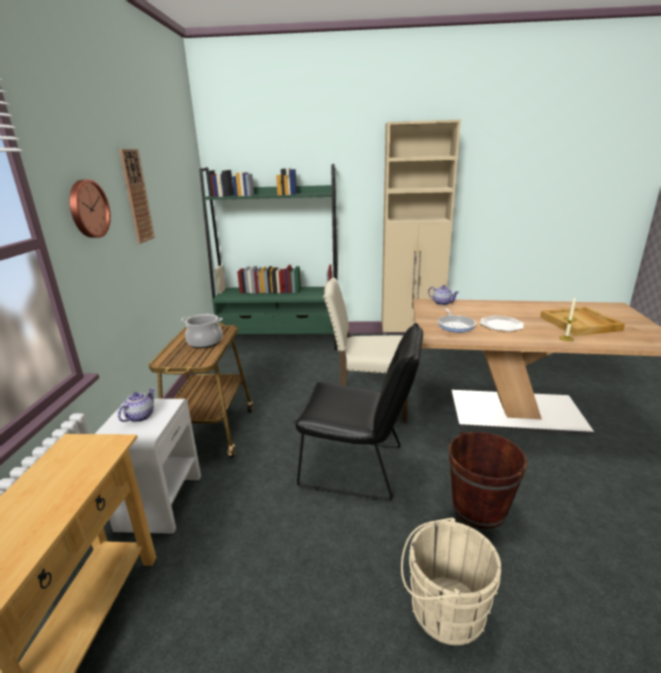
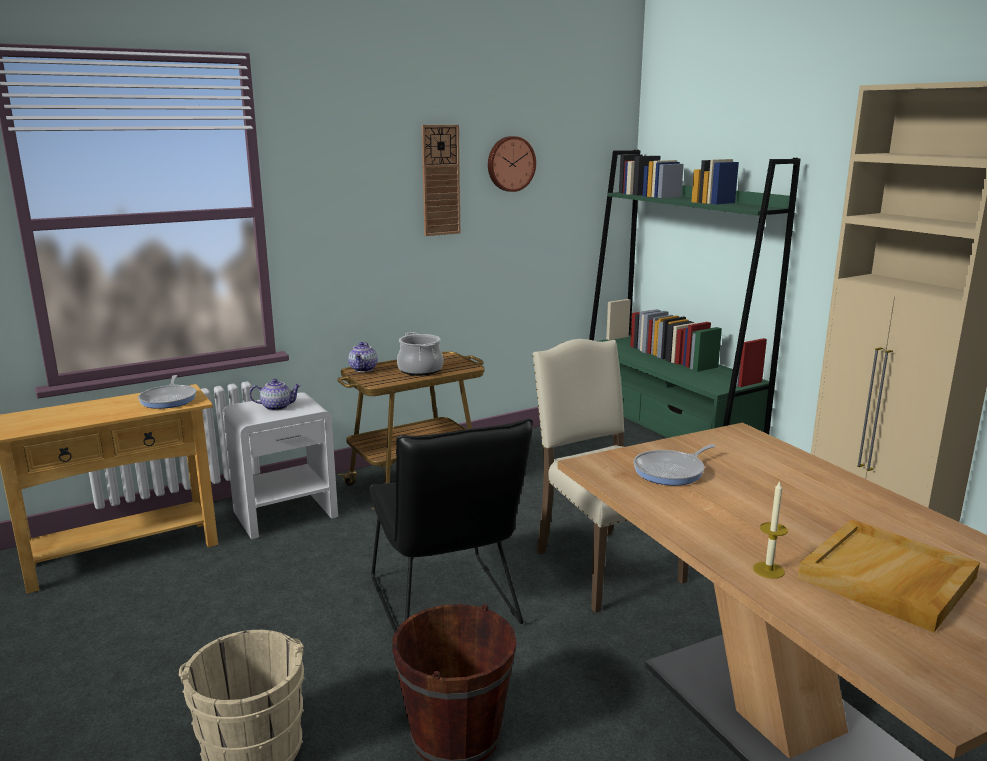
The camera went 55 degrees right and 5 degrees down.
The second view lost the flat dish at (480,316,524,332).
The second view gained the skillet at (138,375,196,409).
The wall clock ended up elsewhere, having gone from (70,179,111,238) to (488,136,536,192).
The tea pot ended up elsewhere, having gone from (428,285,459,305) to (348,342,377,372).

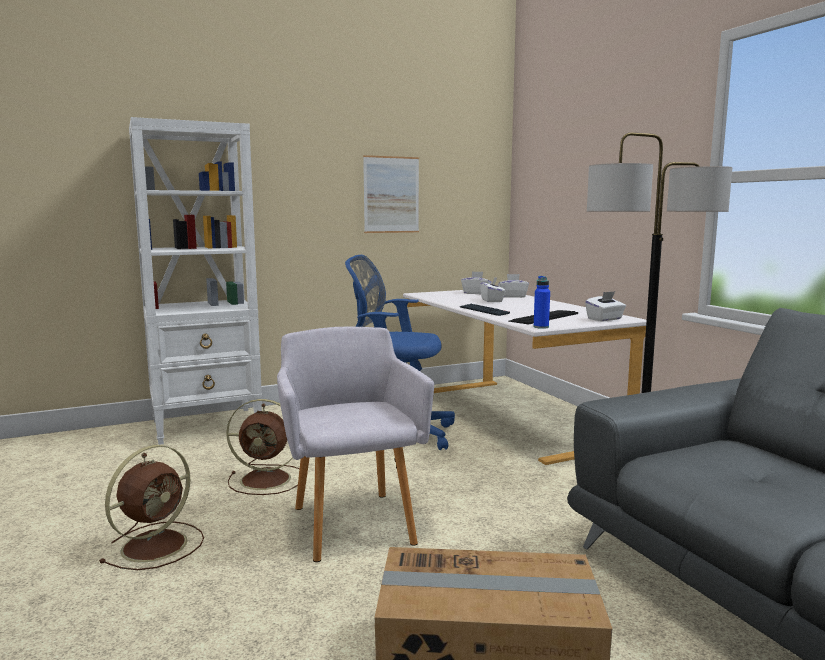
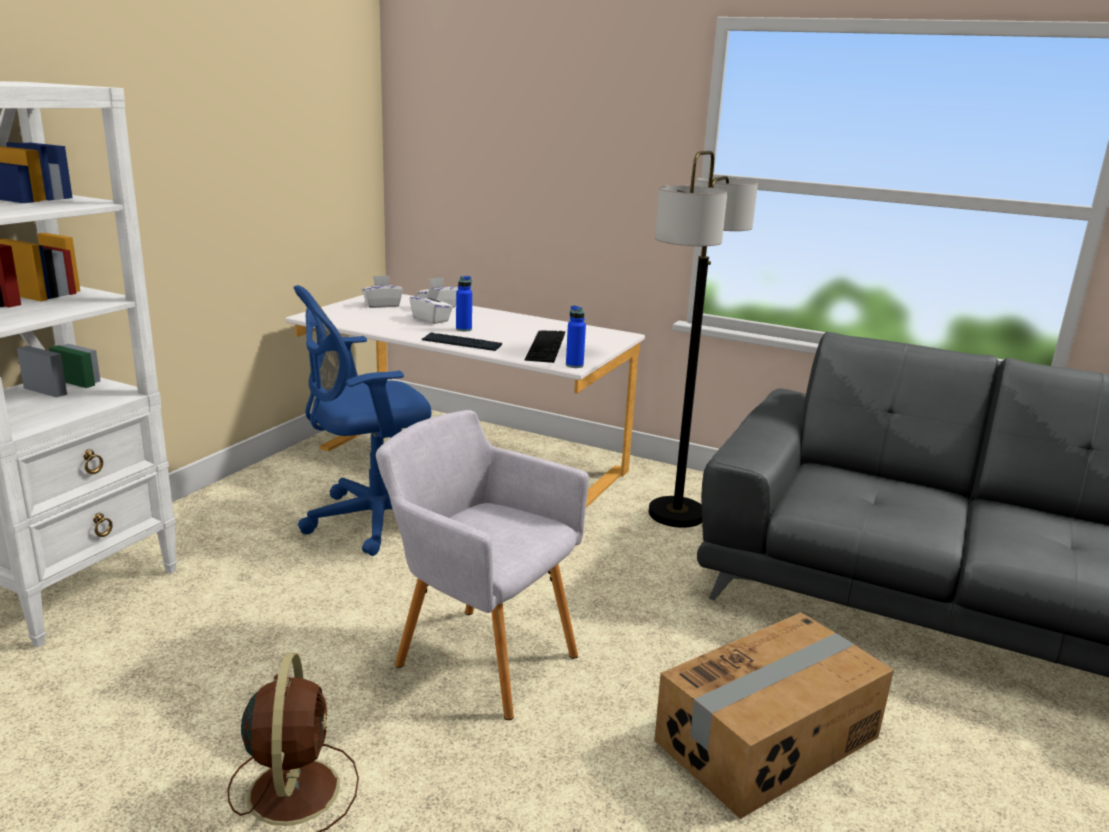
The camera went 40 degrees left and 10 degrees up.
The second view lost the brown-coloured electric fan at (226,399,300,495).
The second view lost the picture at (363,155,419,233).
The second view lost the white box of tissues at (585,291,626,321).
The second view gained the blue beverage bottle at (456,276,472,331).

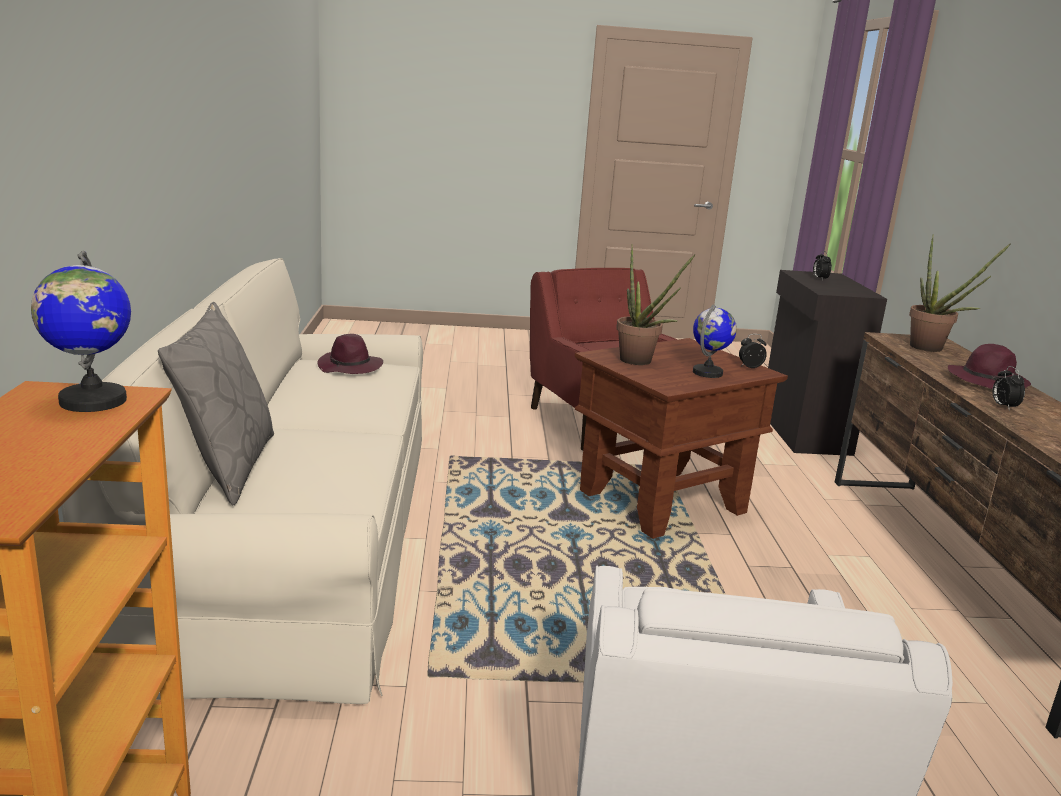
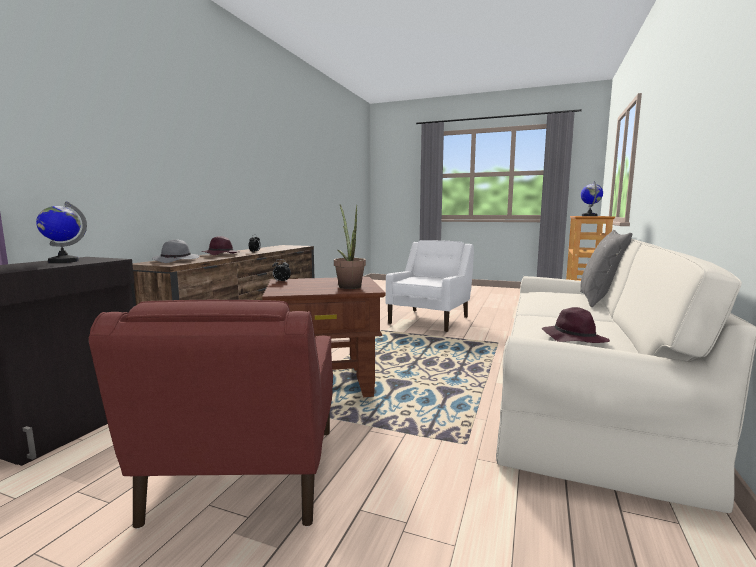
The camera went 155 degrees left and 10 degrees down.
The second view lost the table clock at (813,251,832,281).
The globe ended up elsewhere, having gone from (693,304,737,378) to (36,201,87,263).
Where the houseplant stood at (909,234,1011,352), the gray clothing hat came to stand at (152,240,200,263).

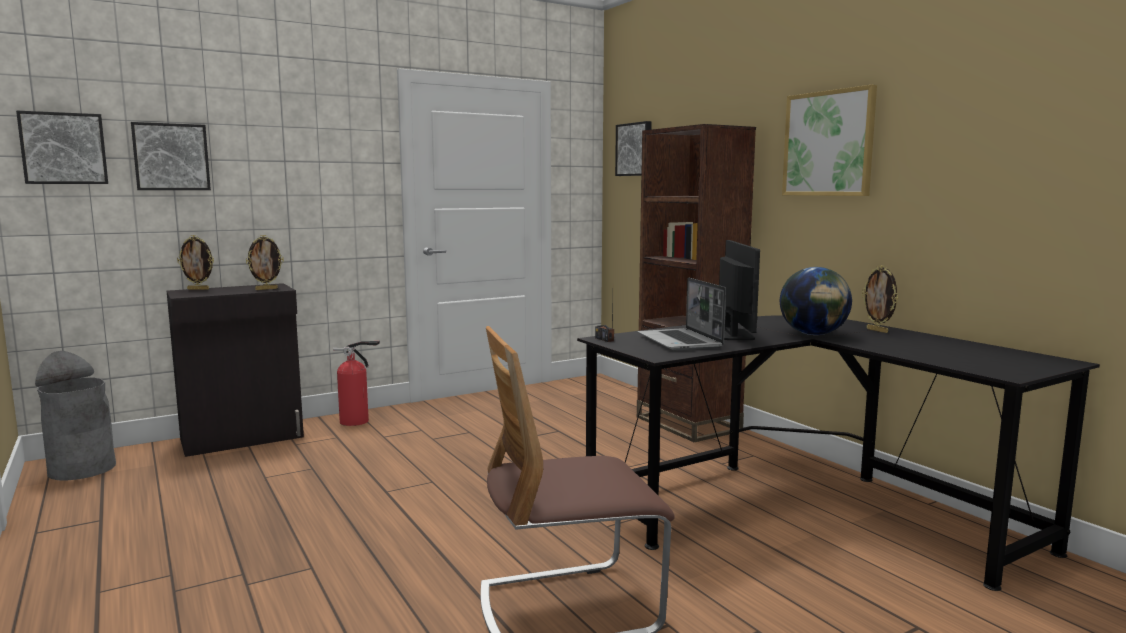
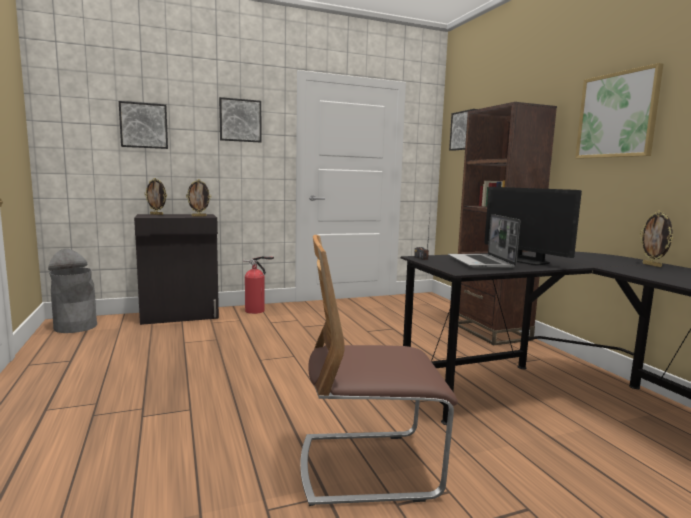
The camera went 10 degrees right and 0 degrees up.
The second view lost the globe at (780,267,852,335).
The picture ended up elsewhere, having gone from (16,111,108,184) to (219,97,261,143).
The monitor at (719,240,760,340) ended up facing another way, 135 degrees clockwise from before.

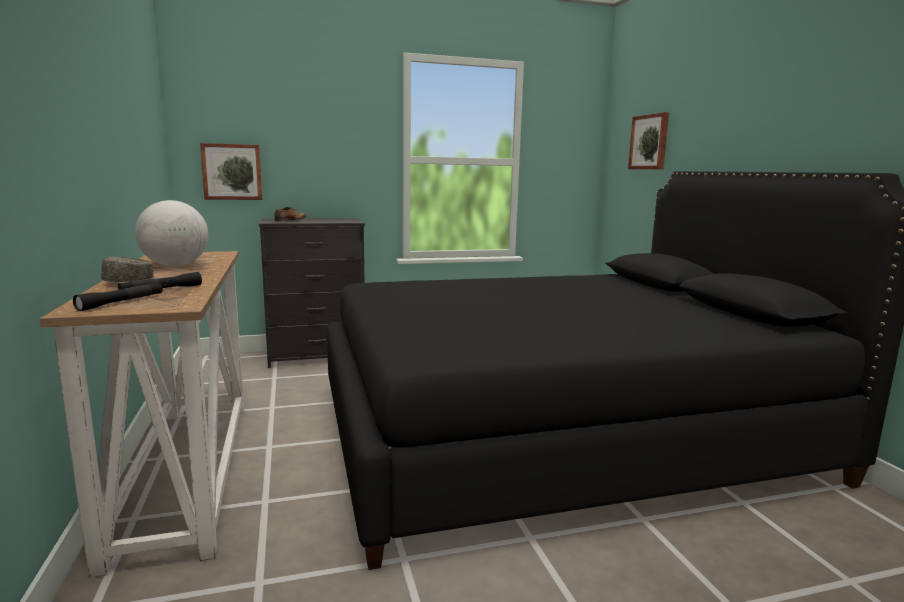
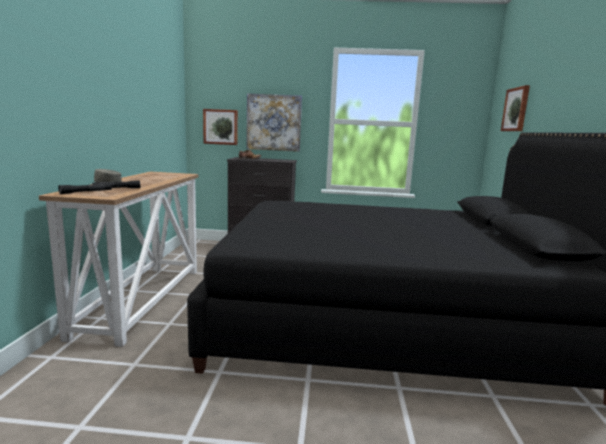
The camera went 20 degrees right and 0 degrees up.
The second view lost the globe at (135,200,208,266).
The second view gained the picture at (246,93,302,152).

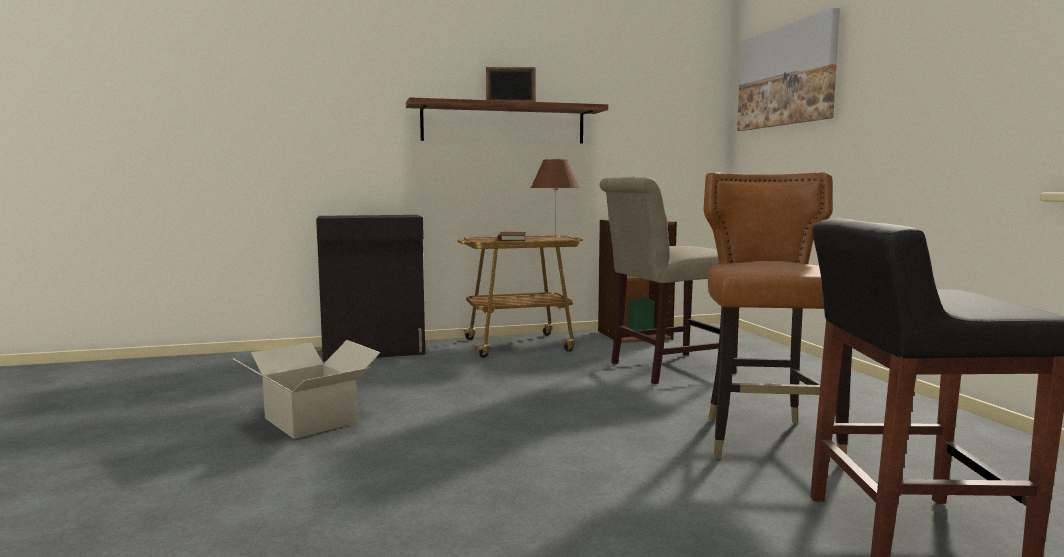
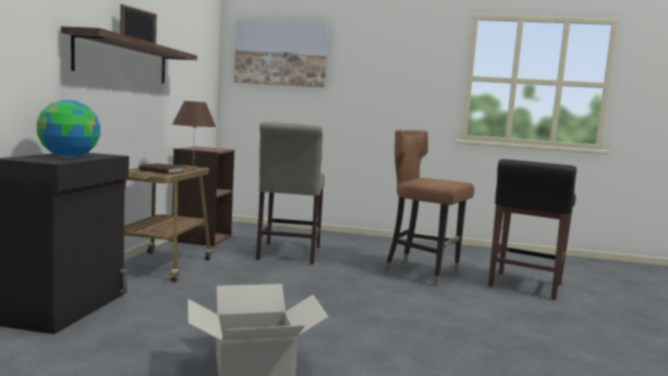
The camera went 65 degrees left and 0 degrees up.
The second view gained the globe at (37,100,100,158).

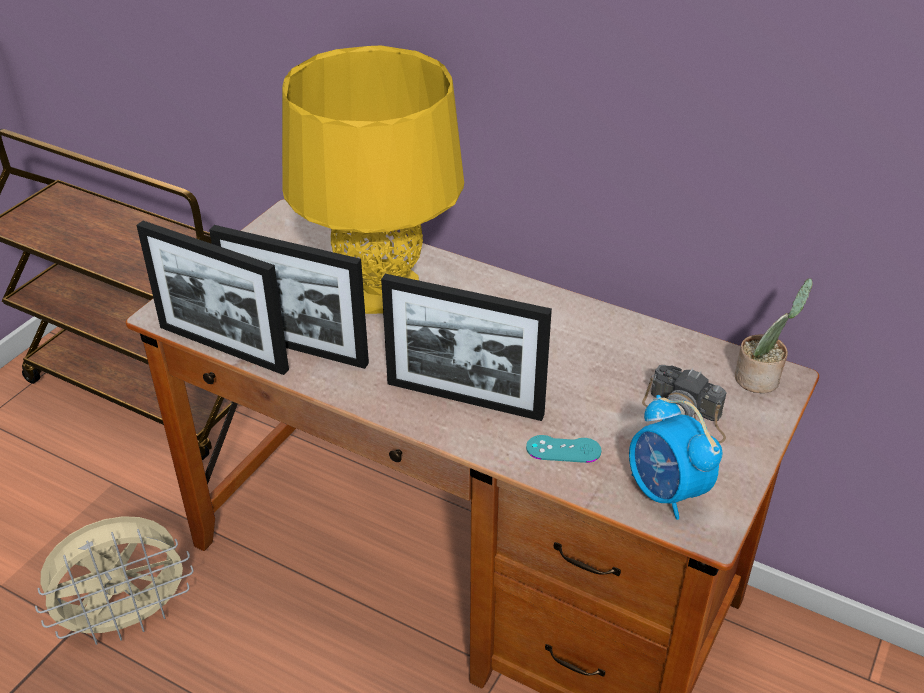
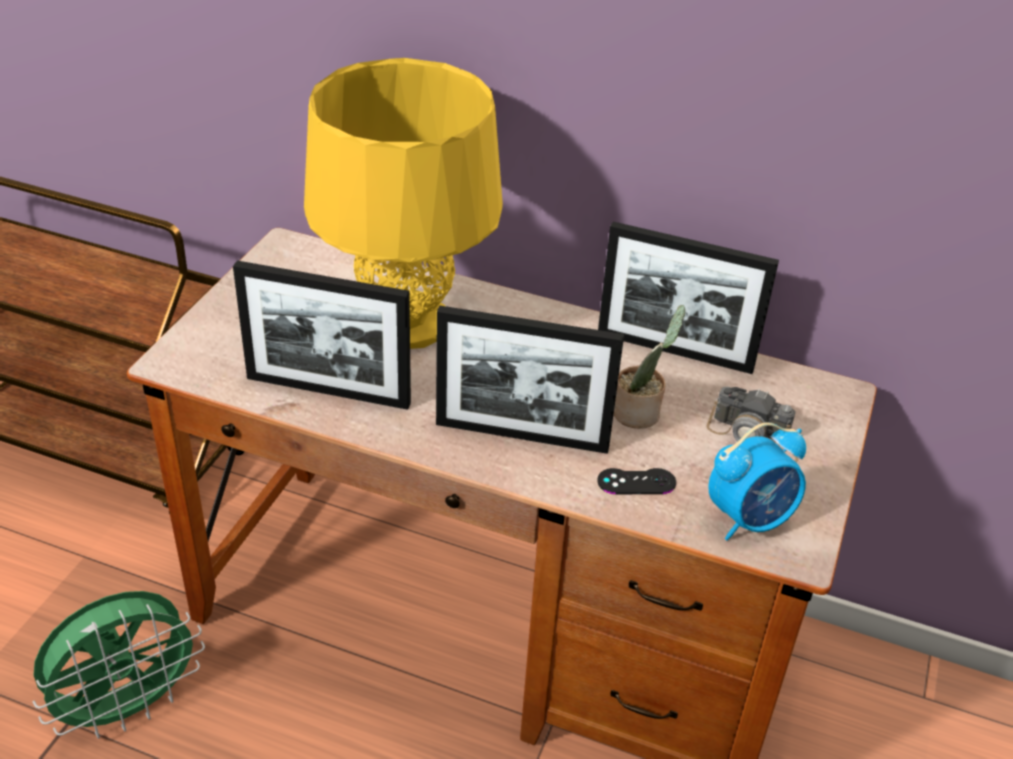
The camera went 10 degrees left and 0 degrees up.
The picture frame ended up elsewhere, having gone from (136,221,289,375) to (598,222,779,374).
The houseplant ended up elsewhere, having gone from (735,278,813,393) to (614,305,685,428).
What was the beige electric fan at (35,516,193,645) turned into the greenish electric fan at (33,591,205,739).
What was the turquoise game controller at (526,435,602,463) turned into the black-coloured game controller at (597,468,676,494).
The table clock at (629,395,722,520) ended up facing another way, 75 degrees counterclockwise from before.

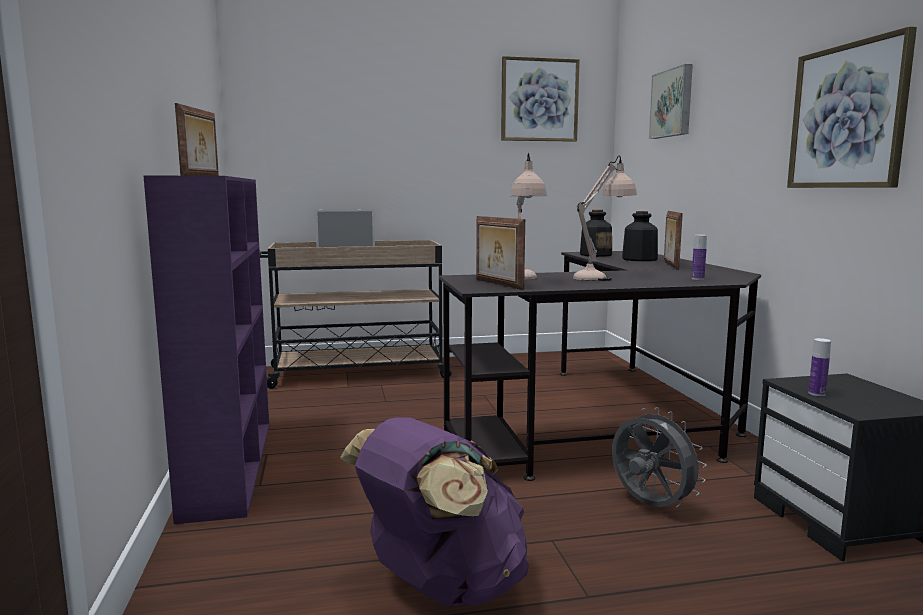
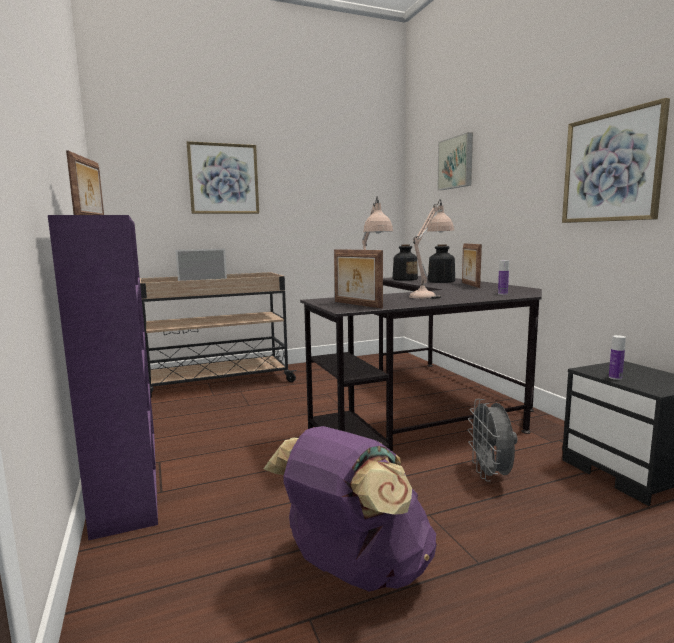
The camera went 10 degrees left and 0 degrees up.
The picture ended up elsewhere, having gone from (501,56,580,142) to (186,141,259,214).
The gray electric fan at (612,407,707,508) ended up facing another way, 135 degrees counterclockwise from before.

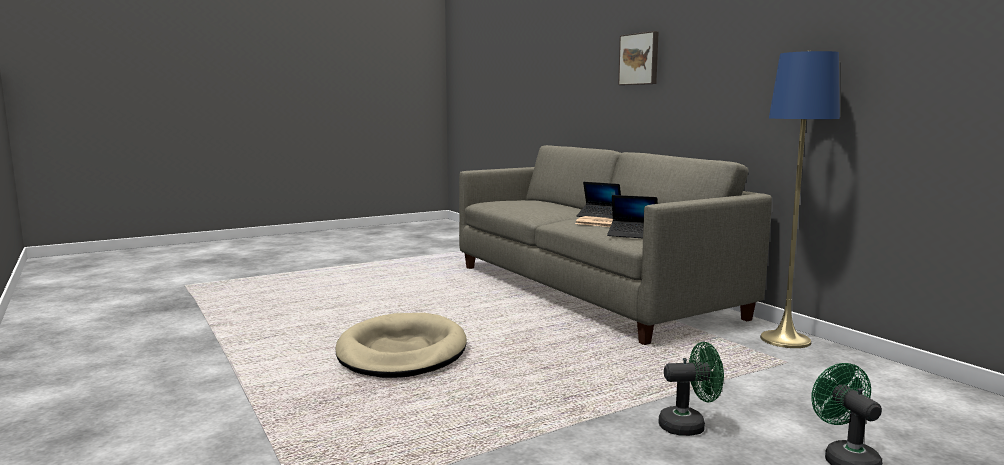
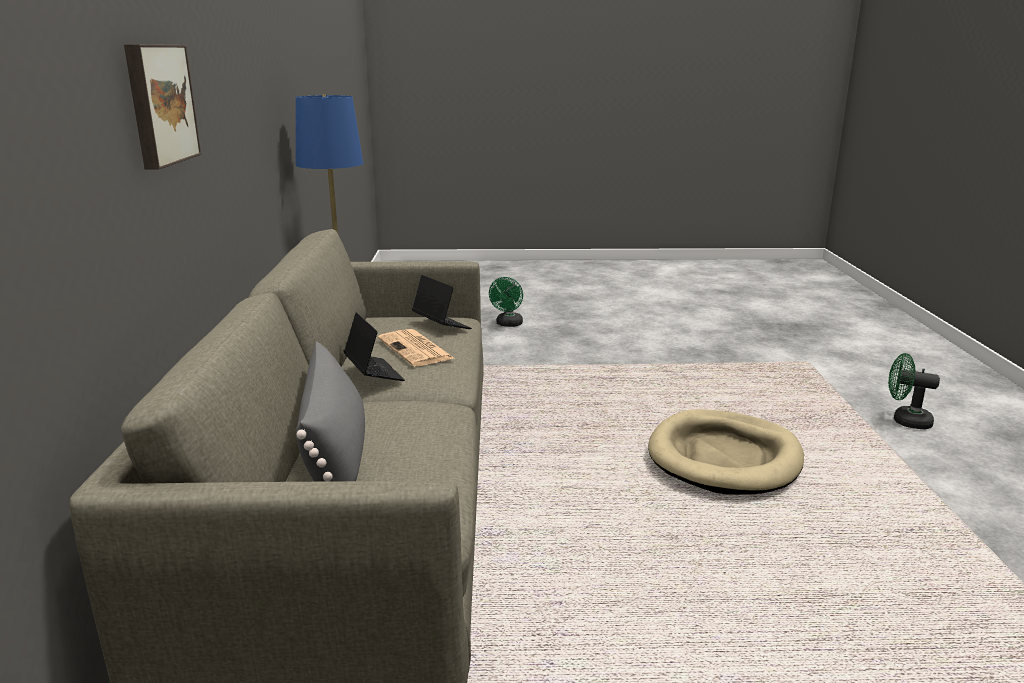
The camera went 150 degrees left and 10 degrees up.
The second view gained the gray throw pillow at (296,341,365,482).
The greenish electric fan ended up elsewhere, having gone from (659,342,724,436) to (889,353,940,429).

